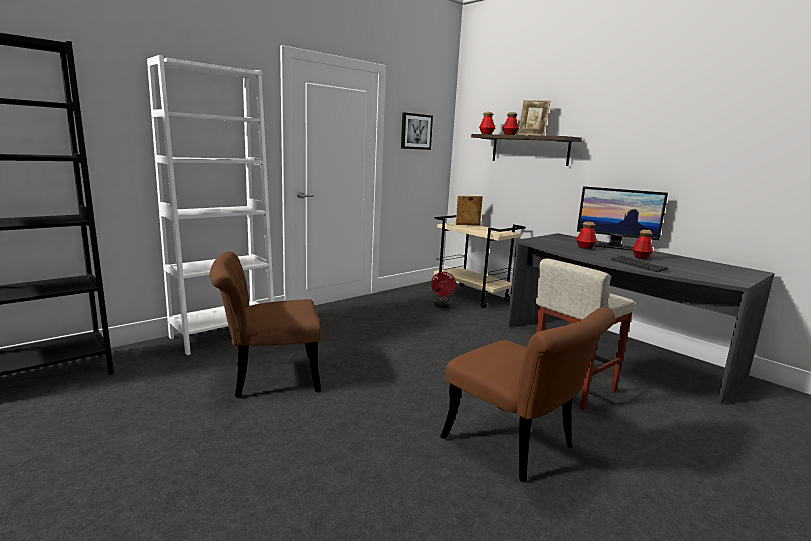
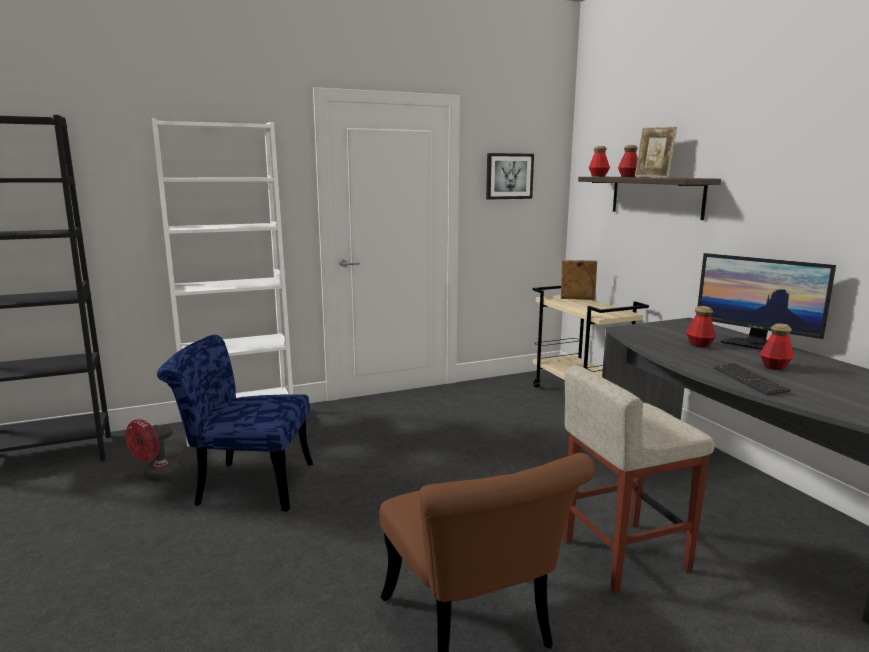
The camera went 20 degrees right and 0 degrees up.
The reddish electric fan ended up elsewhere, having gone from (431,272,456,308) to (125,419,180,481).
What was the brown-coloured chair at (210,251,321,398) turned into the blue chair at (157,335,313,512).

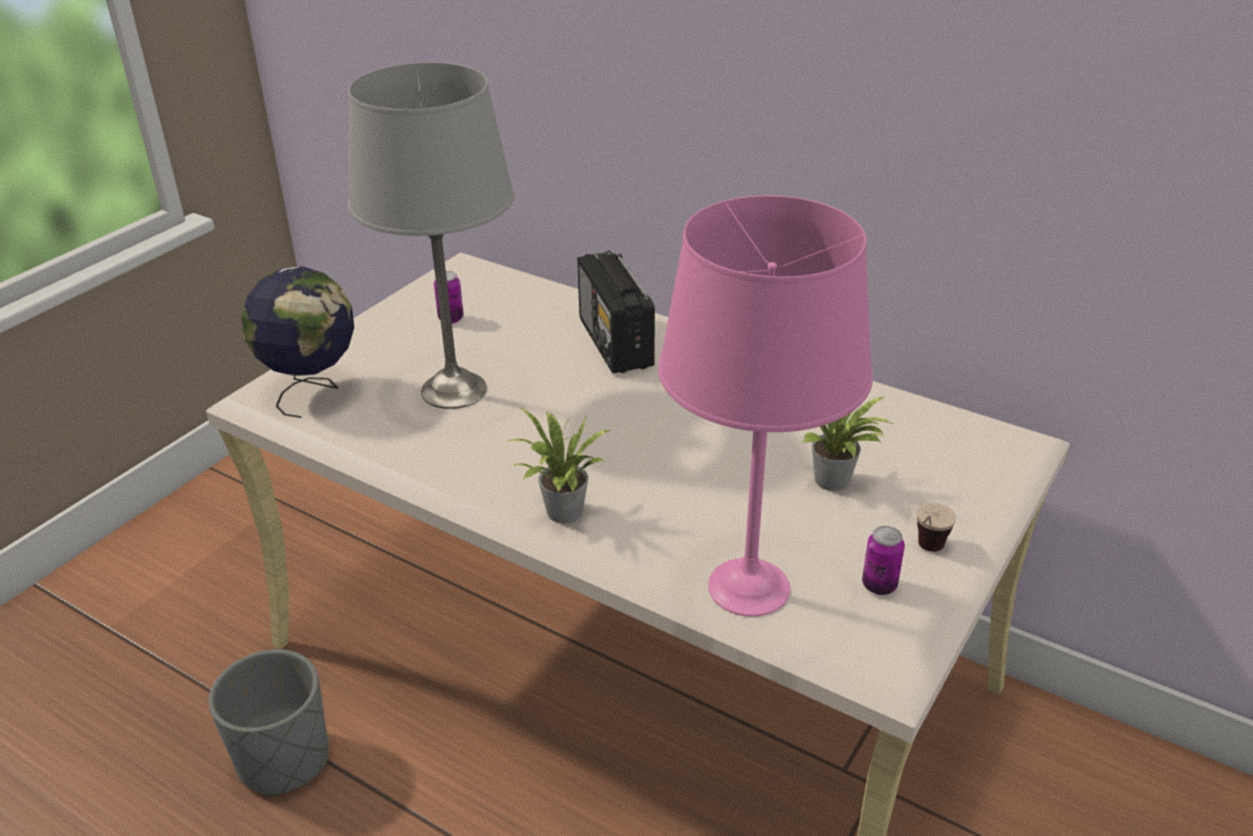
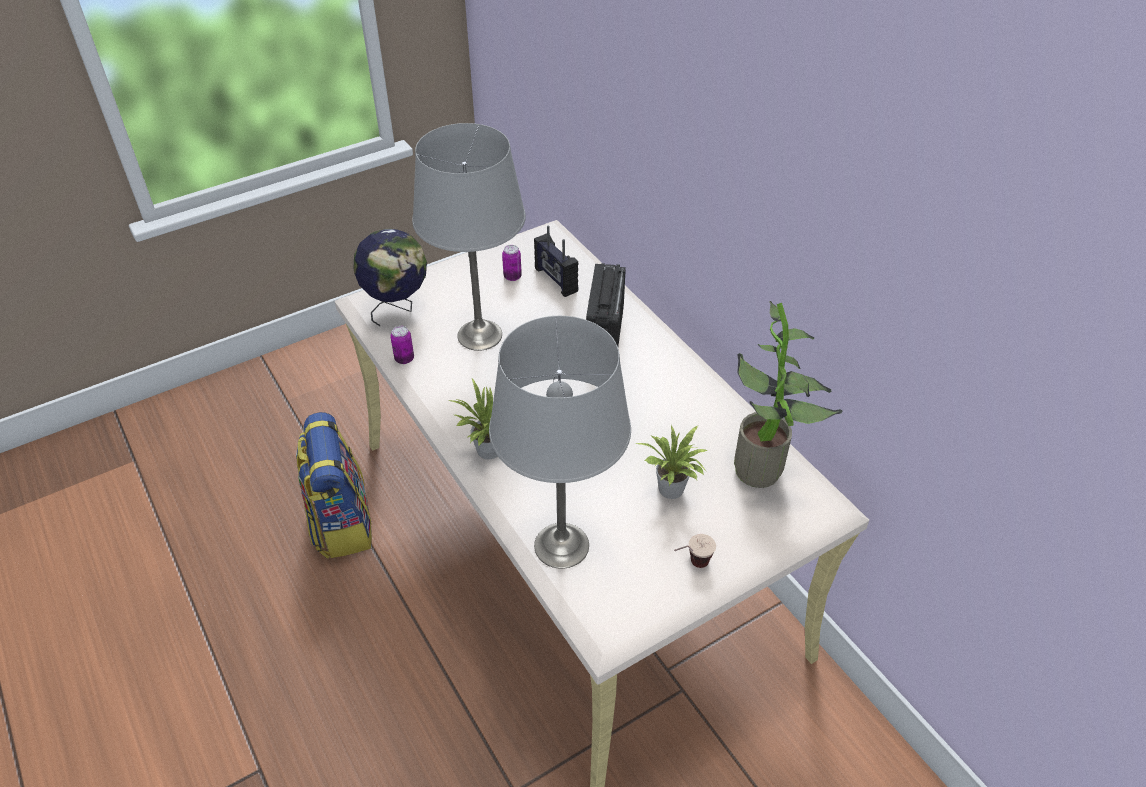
The camera went 25 degrees right and 10 degrees up.
The second view gained the radio receiver at (534,225,578,297).
The second view gained the houseplant at (734,301,842,488).
The can ended up elsewhere, having gone from (862,526,905,595) to (390,326,414,364).
Where the gray flower pot stood at (209,649,329,797), the knapsack came to stand at (296,412,372,559).
What was the pink table lamp at (658,196,873,617) turned into the gray table lamp at (489,316,631,569).

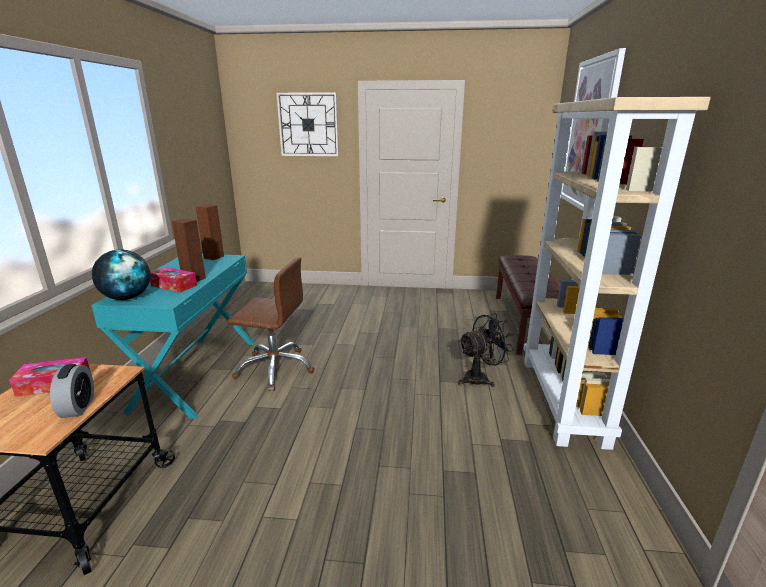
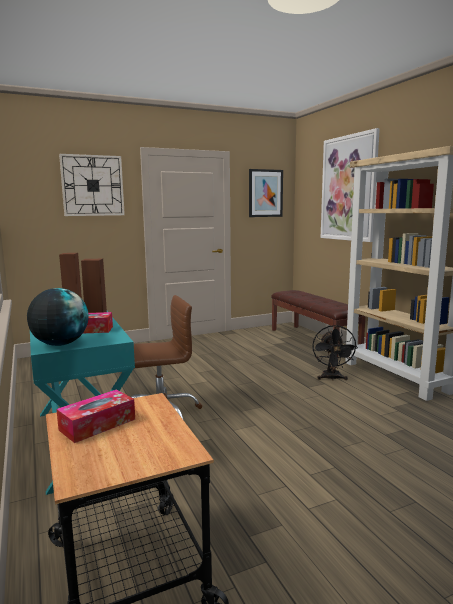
The camera went 30 degrees left and 10 degrees down.
The second view lost the table clock at (50,364,94,418).
The second view gained the picture at (249,169,283,217).
The black-coloured electric fan at (458,313,514,387) ended up facing another way, 150 degrees clockwise from before.

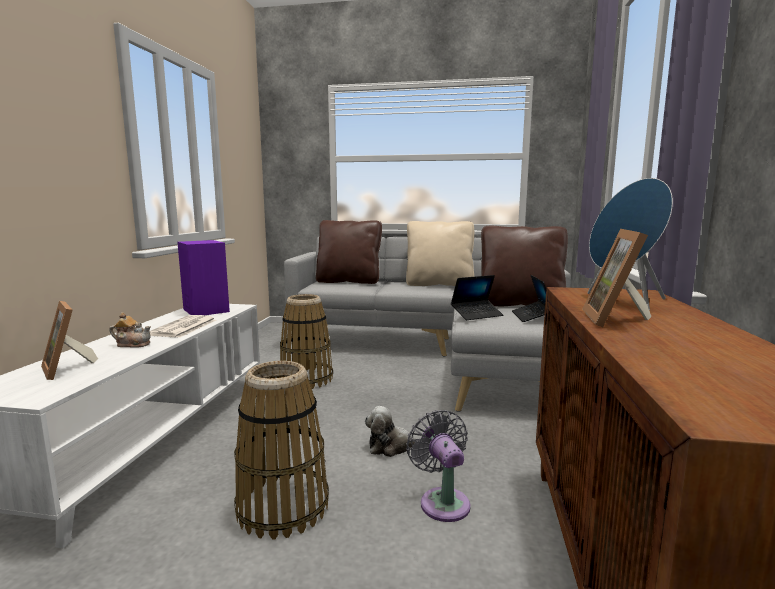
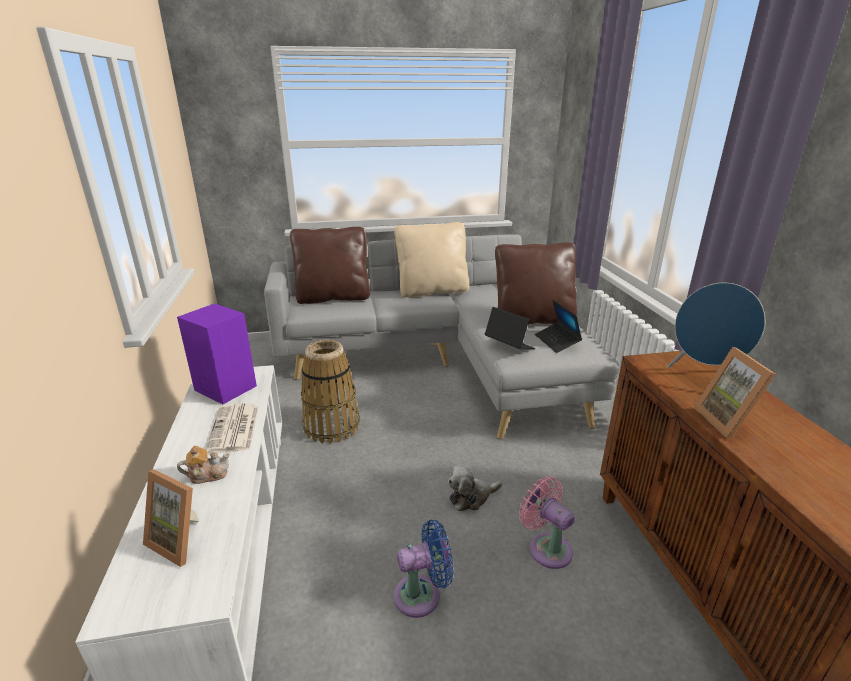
The camera went 20 degrees left and 15 degrees up.
Where the storage basket stood at (234,361,329,540), the blue electric fan came to stand at (394,519,454,618).
What was the gray electric fan at (406,410,471,522) turned into the pink electric fan at (519,477,575,569).
The notebook computer at (451,275,503,320) ended up facing another way, 90 degrees counterclockwise from before.

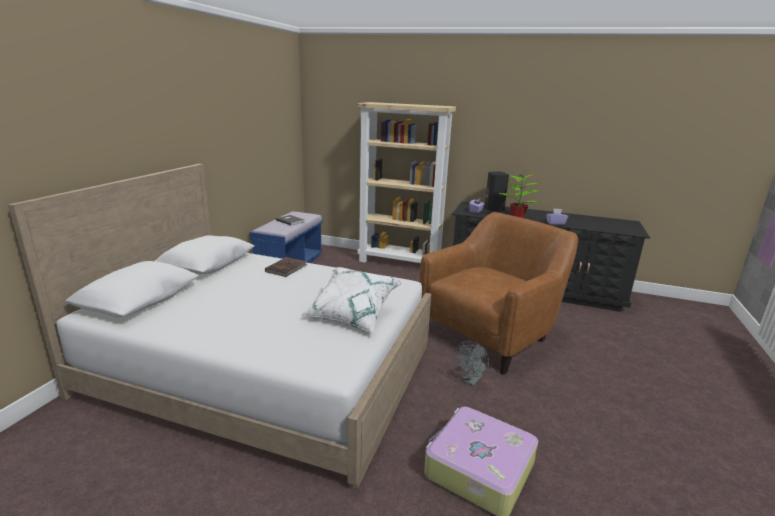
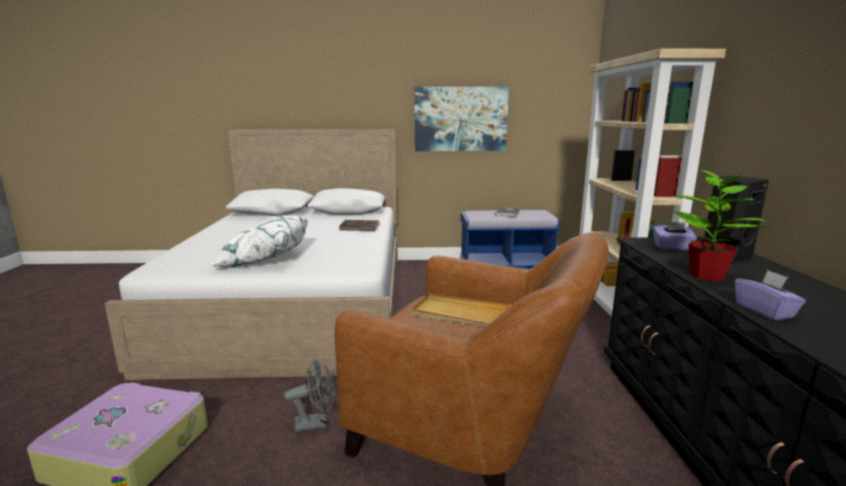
The camera went 70 degrees right and 5 degrees down.
The second view gained the beige serving tray at (412,294,512,327).
The second view gained the picture at (415,87,509,151).
The gray electric fan at (455,341,489,386) ended up facing another way, 150 degrees clockwise from before.

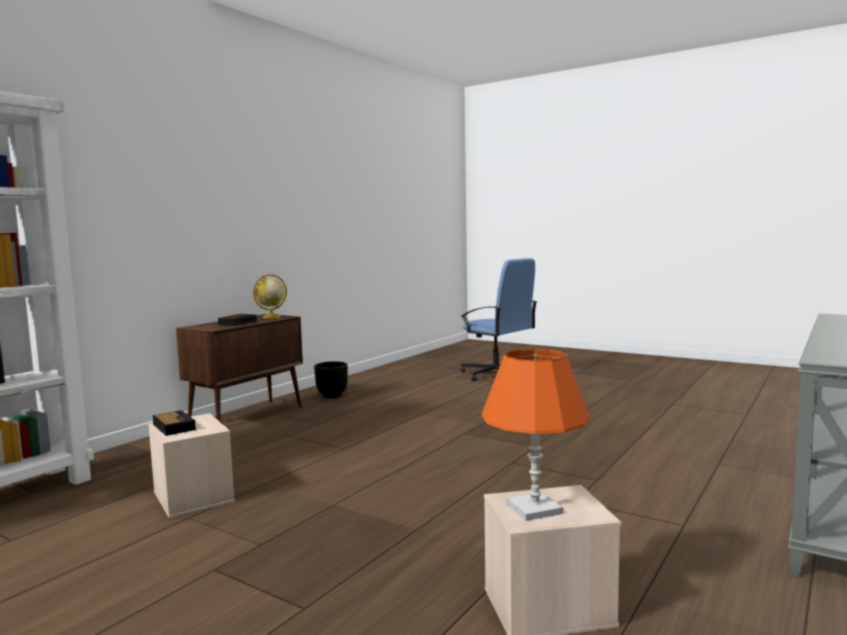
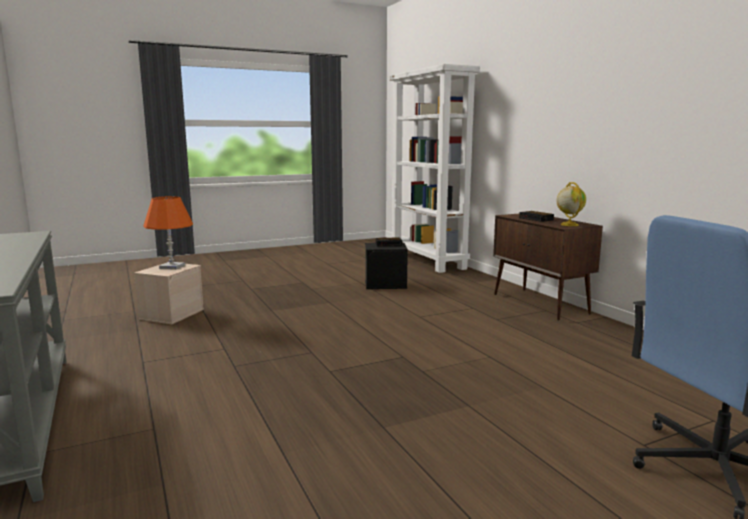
The camera went 120 degrees right and 5 degrees up.
The second view lost the black-coloured flower pot at (314,361,348,398).
What was the beige storage container at (148,413,235,518) turned into the black-coloured storage container at (365,243,408,289).

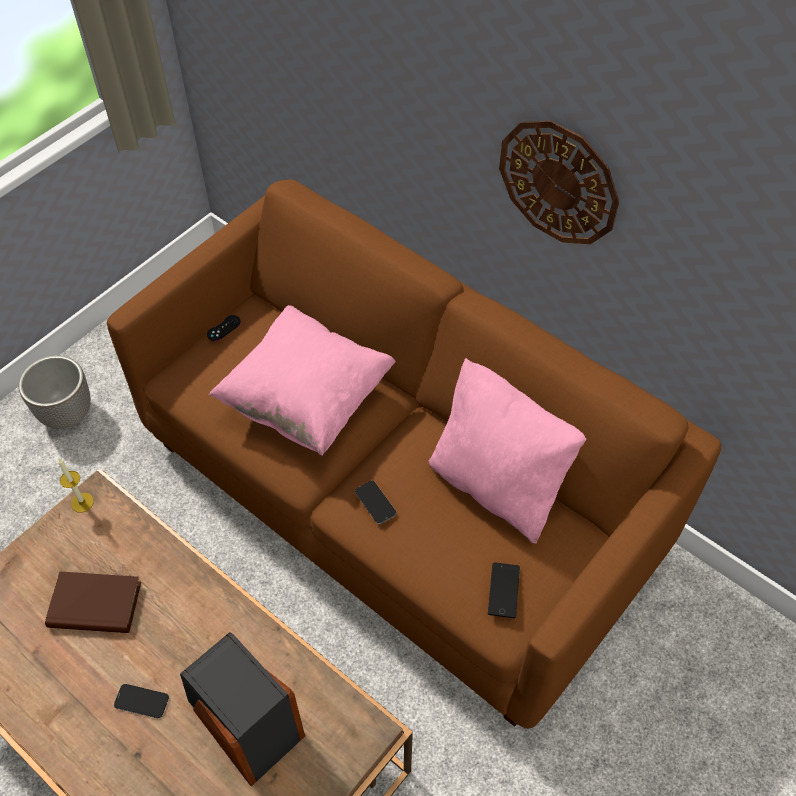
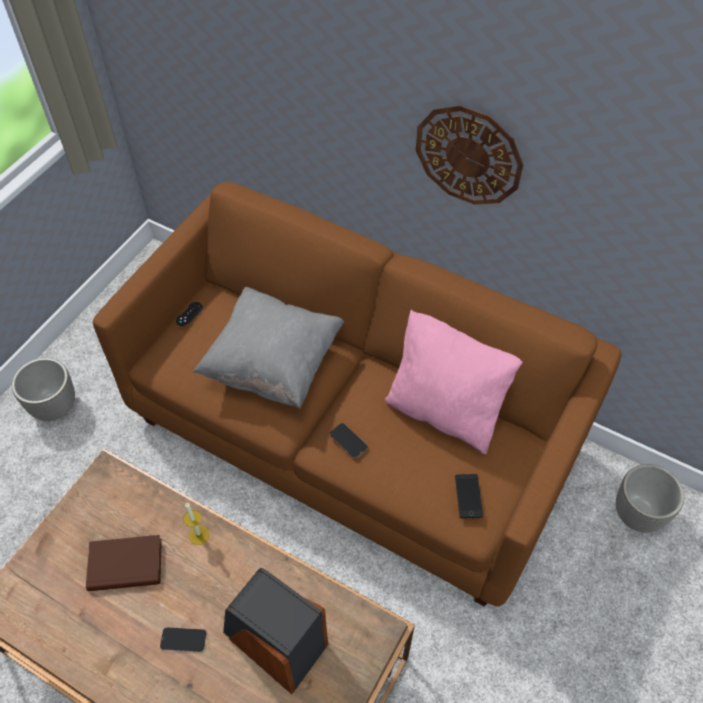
The camera went 10 degrees left and 0 degrees up.
The second view gained the flower pot at (616,464,684,533).
The candle ended up elsewhere, having gone from (58,458,94,513) to (184,503,209,545).
What was the pink throw pillow at (209,305,396,456) turned into the gray throw pillow at (193,287,344,409).

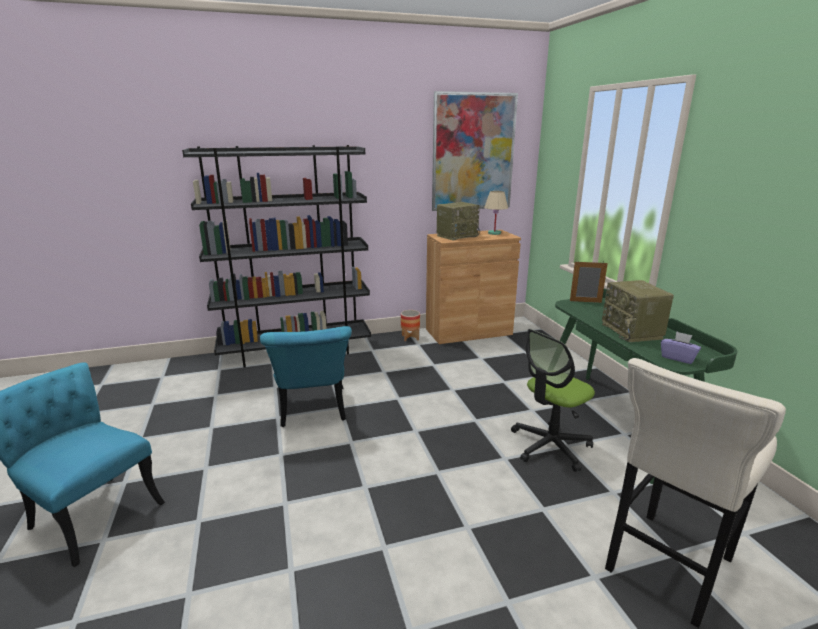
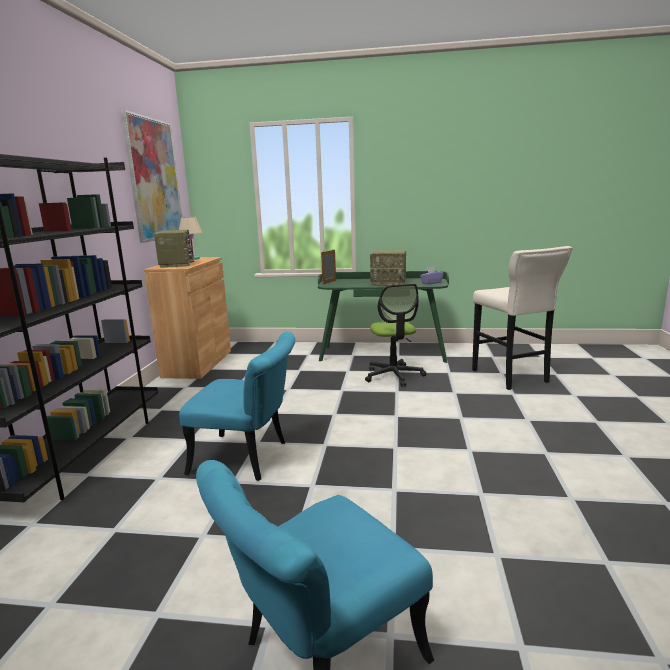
The camera went 65 degrees left and 5 degrees down.
The second view lost the flower pot at (401,310,420,341).

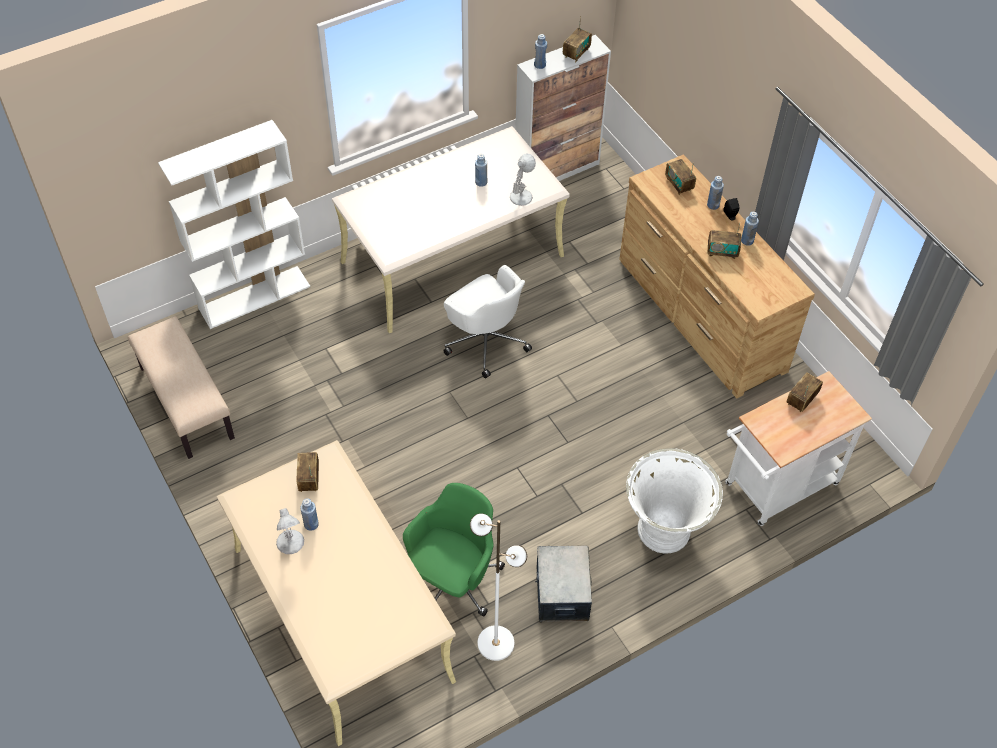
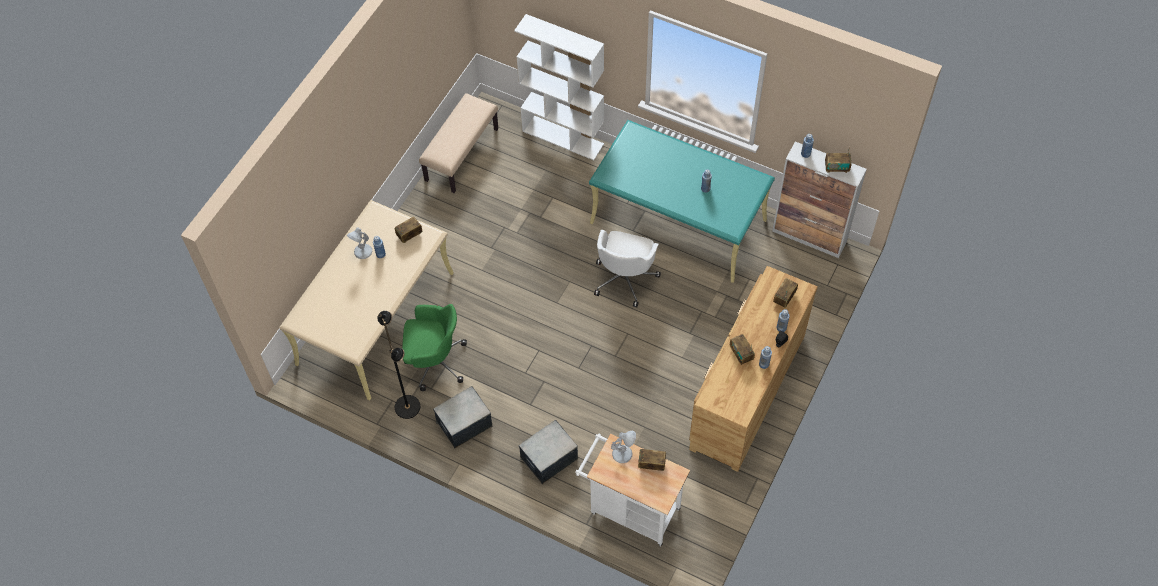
The camera went 60 degrees right and 5 degrees up.
The white table lamp ended up elsewhere, having gone from (510,153,536,206) to (611,431,636,463).
Where the white flower pot stood at (626,448,723,554), the storage container came to stand at (519,420,578,484).
What was the beige desk table at (332,126,570,333) turned into the turquoise desk table at (589,120,775,283).
What was the white standing lamp at (470,513,527,661) turned into the black-coloured standing lamp at (377,311,420,419).

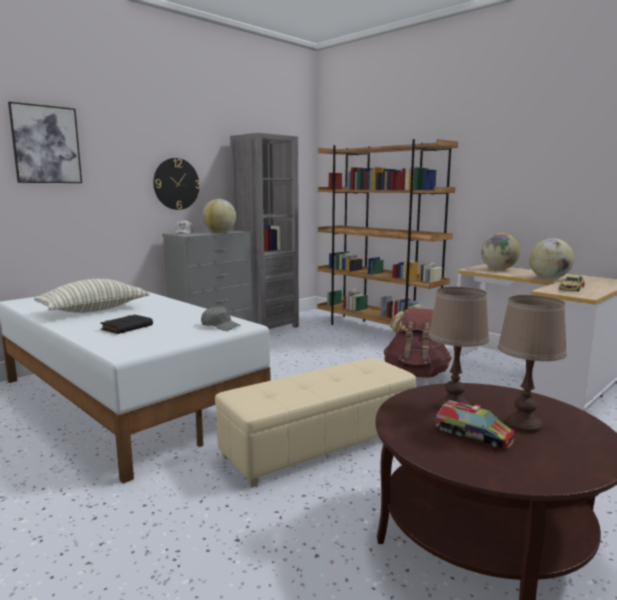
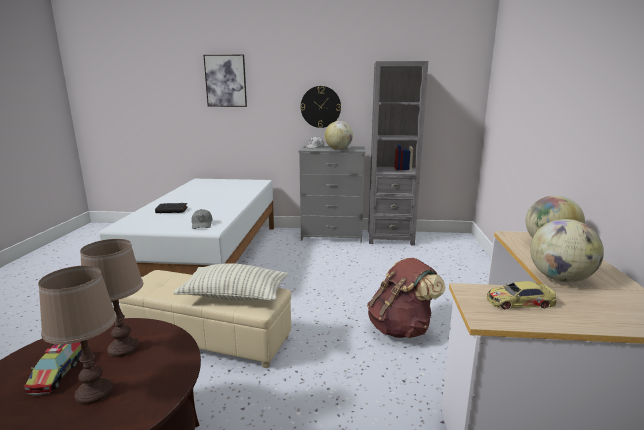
The camera went 50 degrees right and 5 degrees up.
The second view lost the brown-coloured shelving unit at (318,139,458,325).
The throw pillow ended up elsewhere, having gone from (34,279,150,313) to (174,263,288,301).

